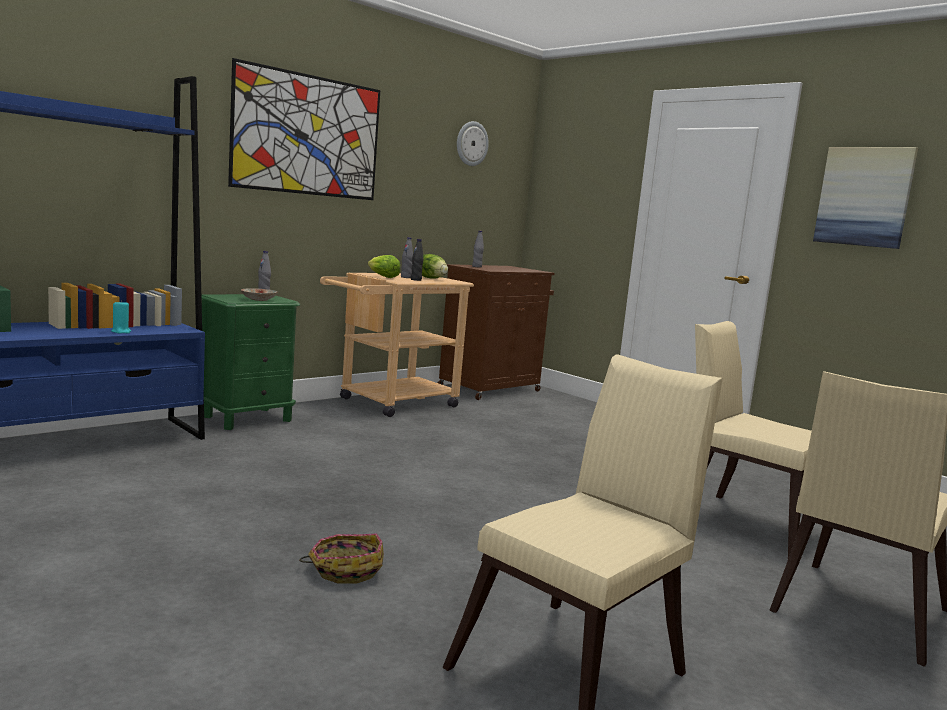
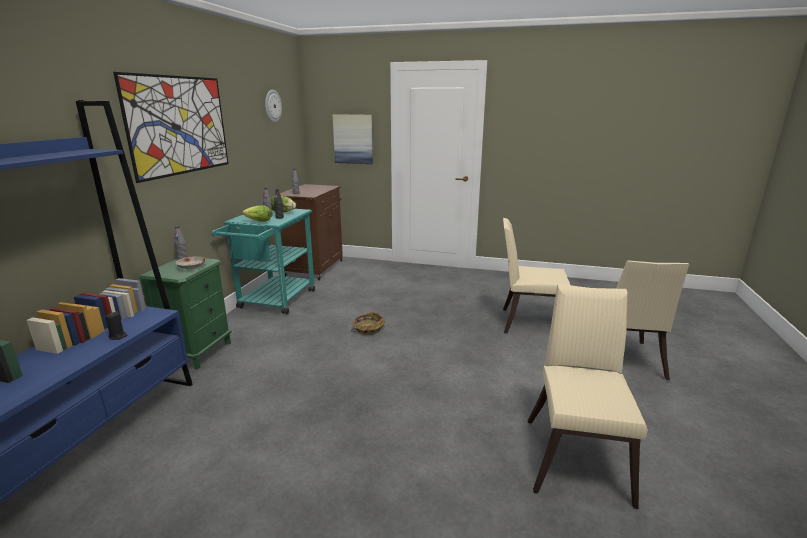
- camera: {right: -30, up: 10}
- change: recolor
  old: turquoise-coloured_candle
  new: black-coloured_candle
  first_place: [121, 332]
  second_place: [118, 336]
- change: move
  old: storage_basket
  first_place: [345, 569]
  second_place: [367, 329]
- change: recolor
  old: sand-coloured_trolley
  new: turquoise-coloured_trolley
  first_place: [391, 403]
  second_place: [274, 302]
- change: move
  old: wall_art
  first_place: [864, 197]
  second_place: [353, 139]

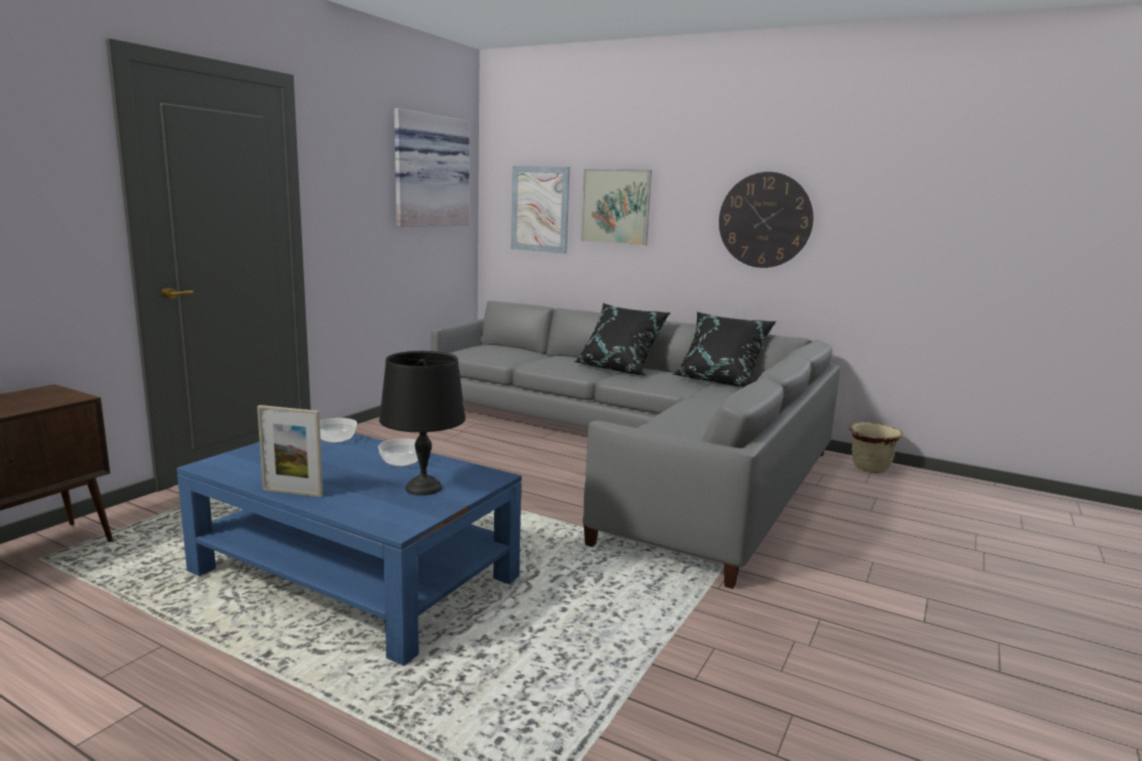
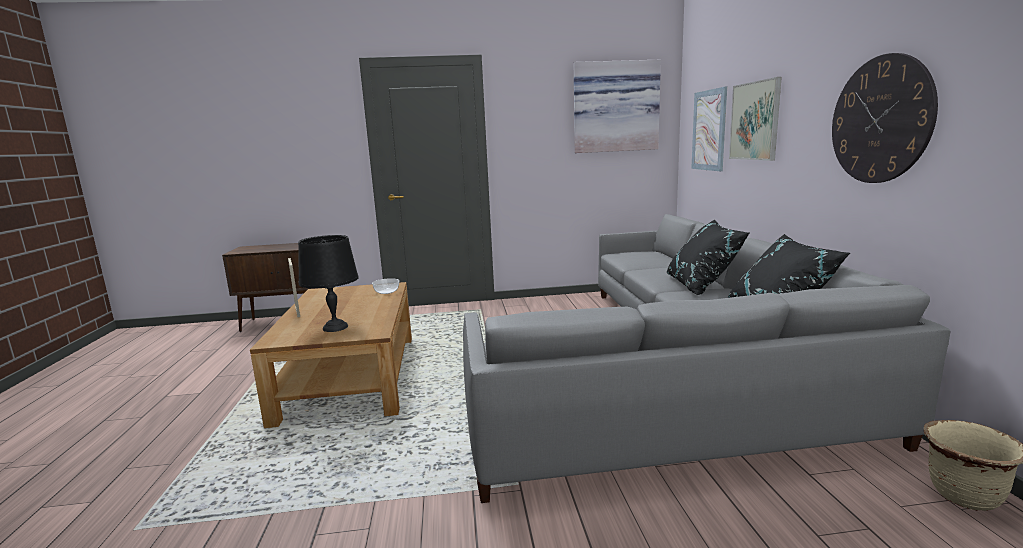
- camera: {right: 55, up: 0}
- change: recolor
  old: blue_coffee_table
  new: brown-coloured_coffee_table
  first_place: [355, 574]
  second_place: [350, 376]
- change: delete
  old: deep_dish
  first_place: [401, 462]

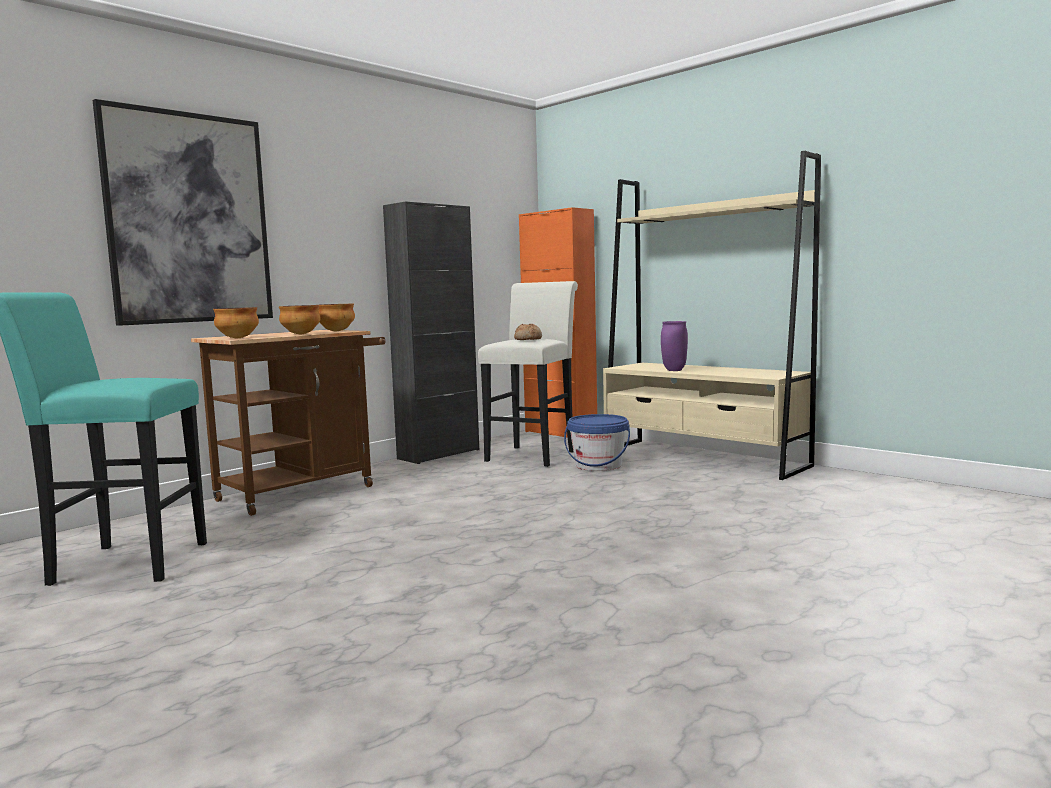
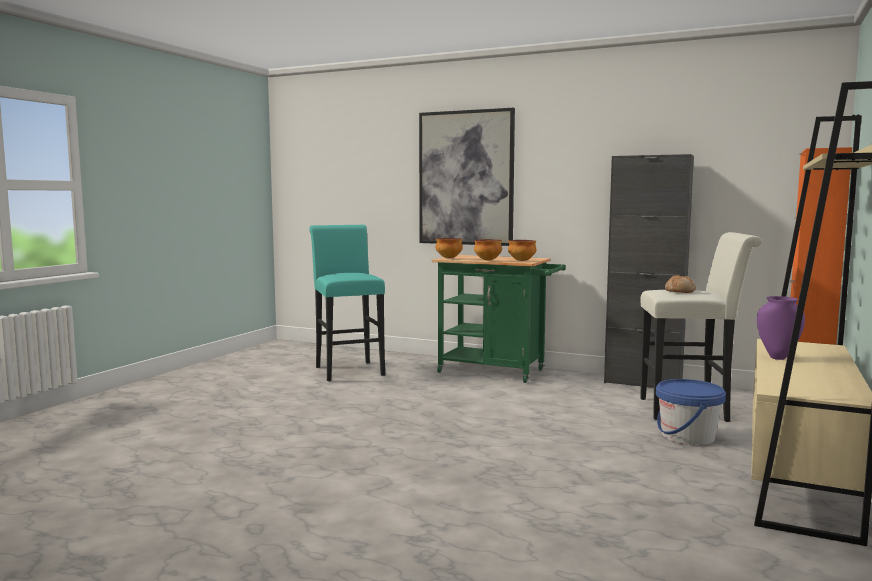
- camera: {right: 70, up: 0}
- change: recolor
  old: brown-coloured_trolley
  new: green_trolley
  first_place: [304, 491]
  second_place: [497, 372]

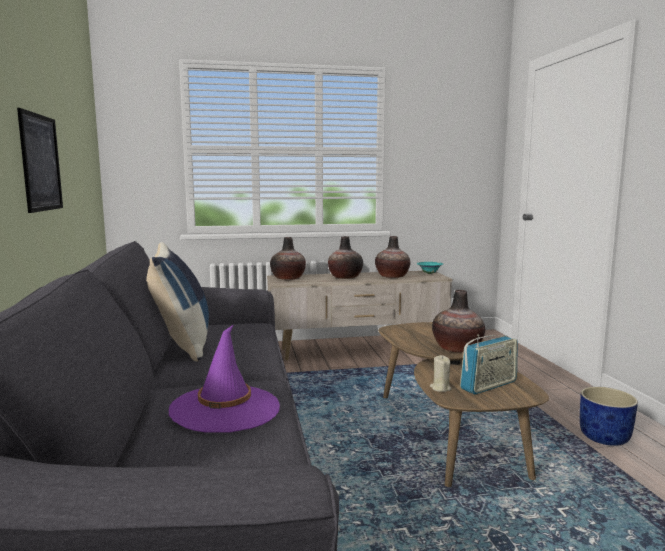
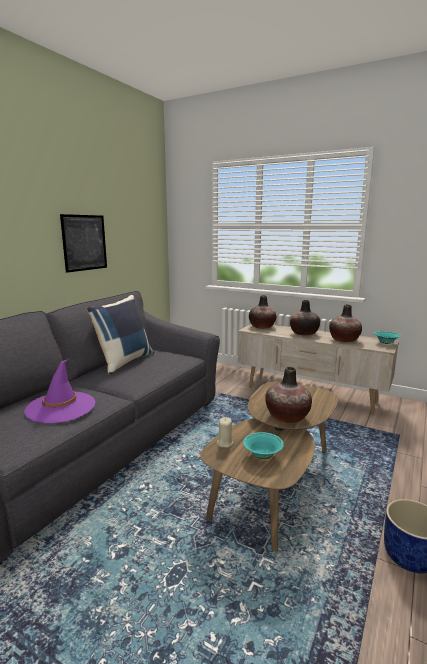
- camera: {right: 40, up: 5}
- change: replace
  old: radio_set
  new: turquoise-coloured_deep_dish
  first_place: [489, 385]
  second_place: [262, 456]

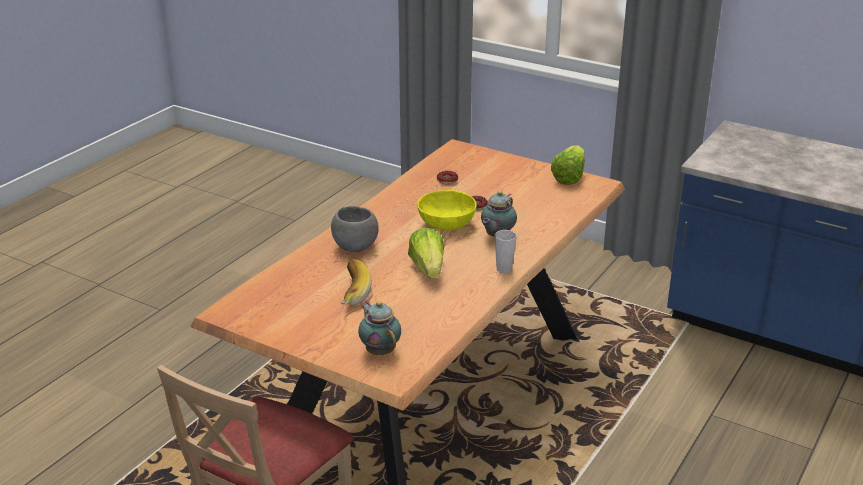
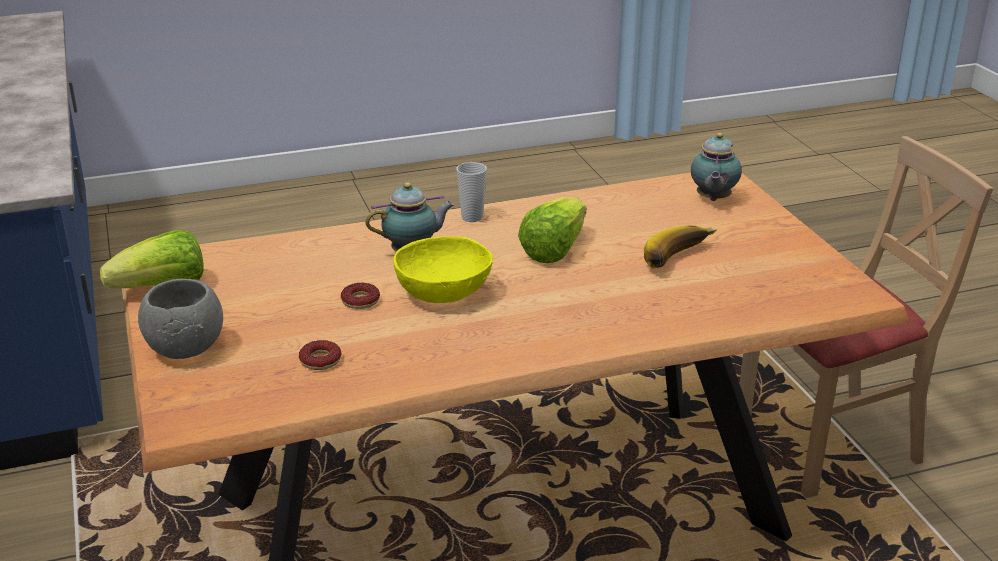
- camera: {right: -140, up: 0}
- change: move
  old: grey_deep_dish
  first_place: [355, 247]
  second_place: [186, 348]

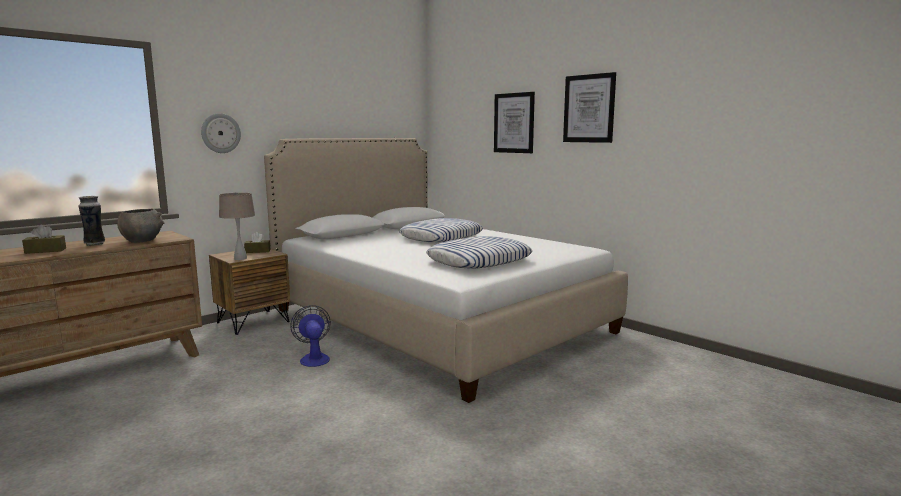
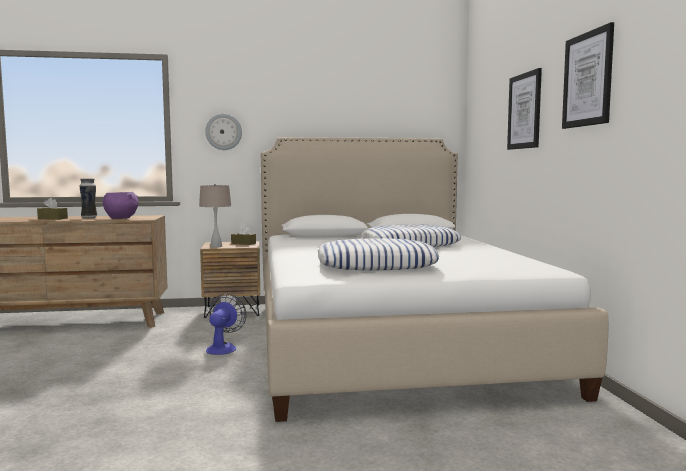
- camera: {right: 35, up: -5}
- change: recolor
  old: grey_deep_dish
  new: purplish_deep_dish
  first_place: [142, 241]
  second_place: [121, 218]

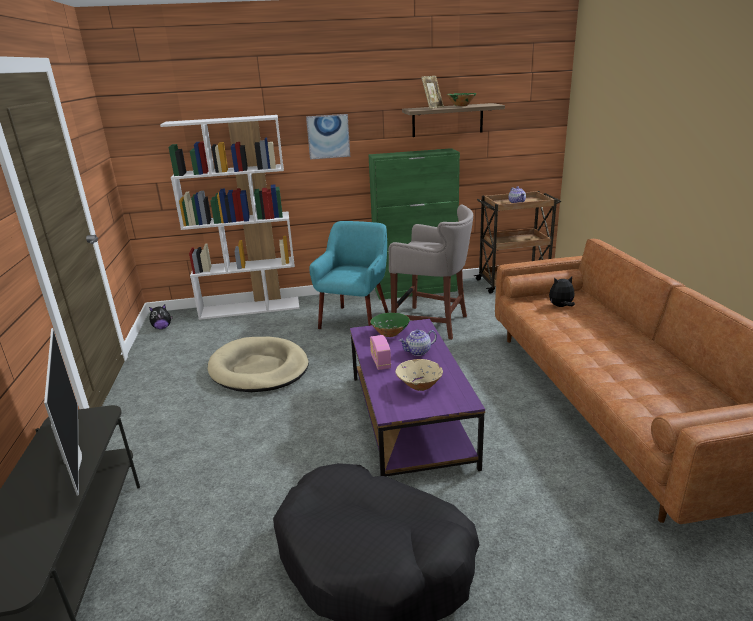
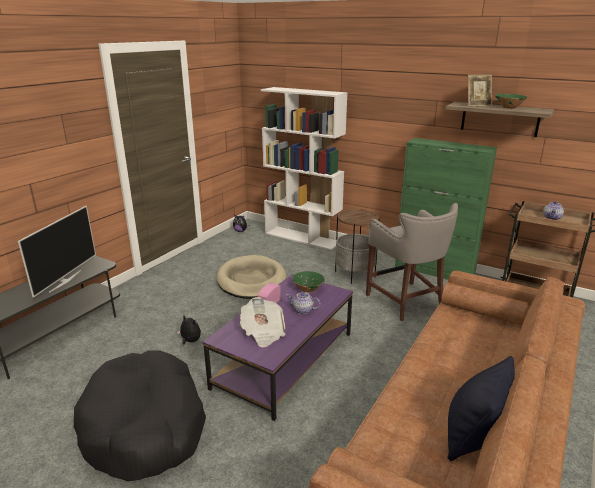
- camera: {right: 40, up: 0}
- change: delete
  old: wall_art
  first_place: [328, 136]
- change: replace
  old: turquoise-coloured_armchair
  new: side_table
  first_place: [355, 320]
  second_place: [354, 274]
- change: replace
  old: sand-coloured_deep_dish
  new: daily_paper
  first_place: [419, 385]
  second_place: [263, 332]
- change: move
  old: cuddly_toy
  first_place: [561, 306]
  second_place: [190, 341]
- change: insert
  new: black-coloured_cushion
  second_place: [473, 436]

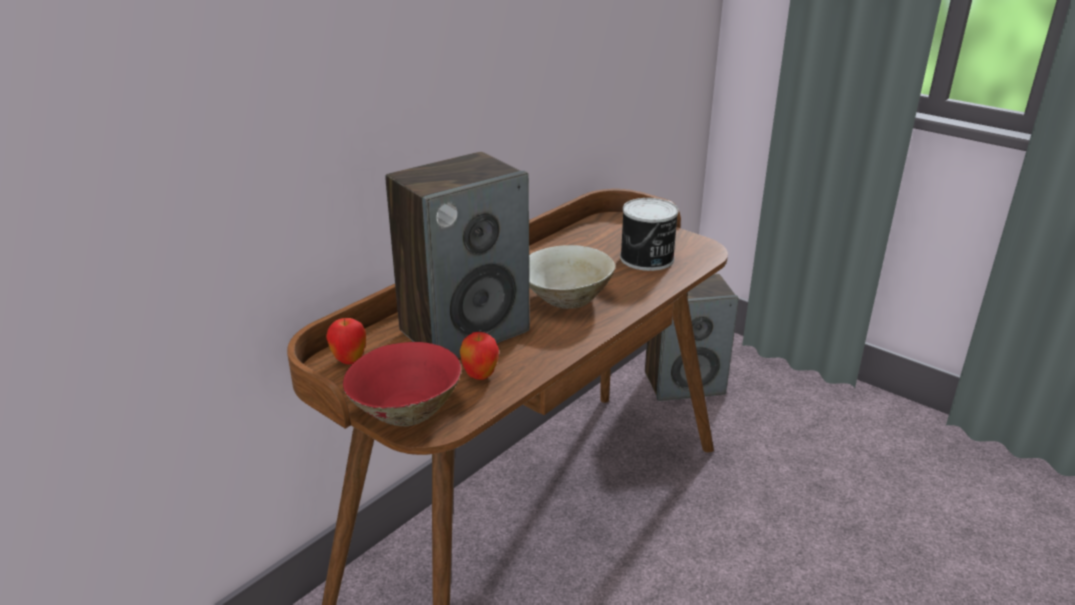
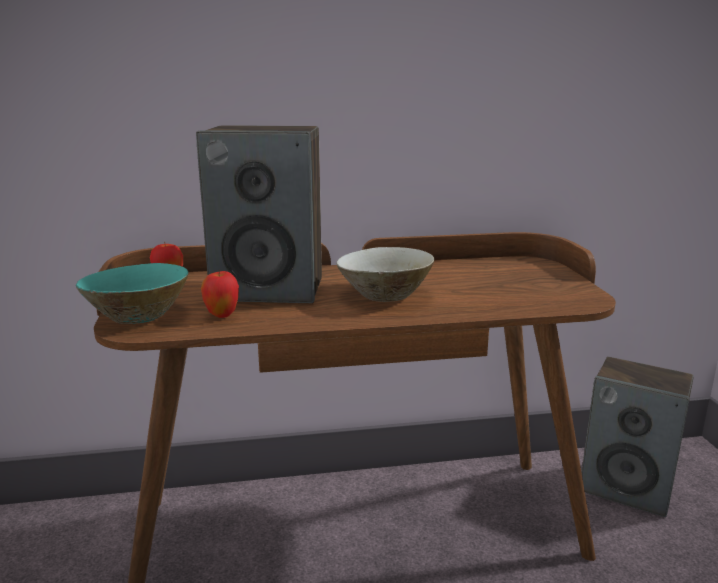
- camera: {right: 40, up: -10}
- change: recolor
  old: red_deep_dish
  new: turquoise-coloured_deep_dish
  first_place: [405, 410]
  second_place: [138, 315]
- change: delete
  old: metal_can
  first_place: [647, 259]

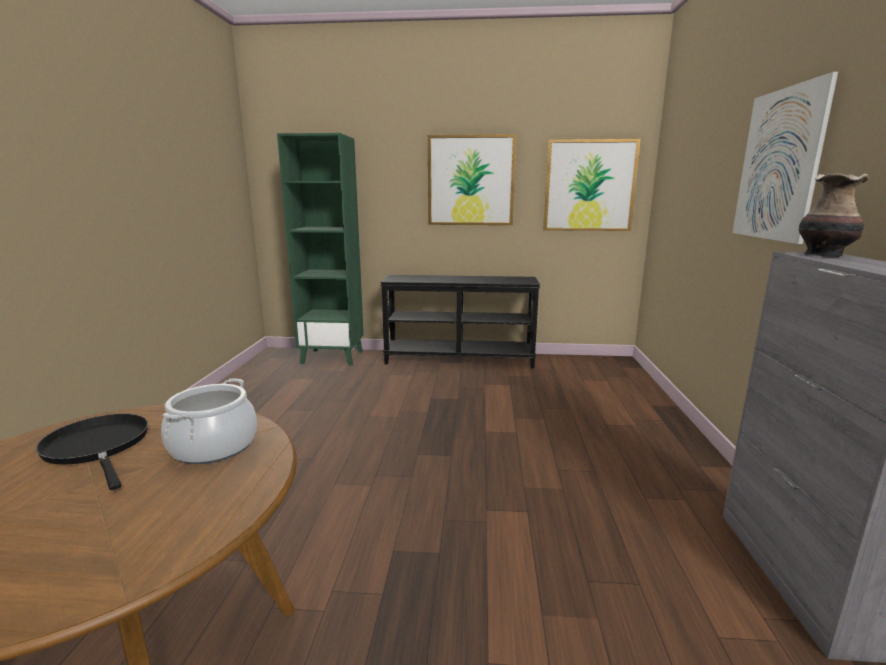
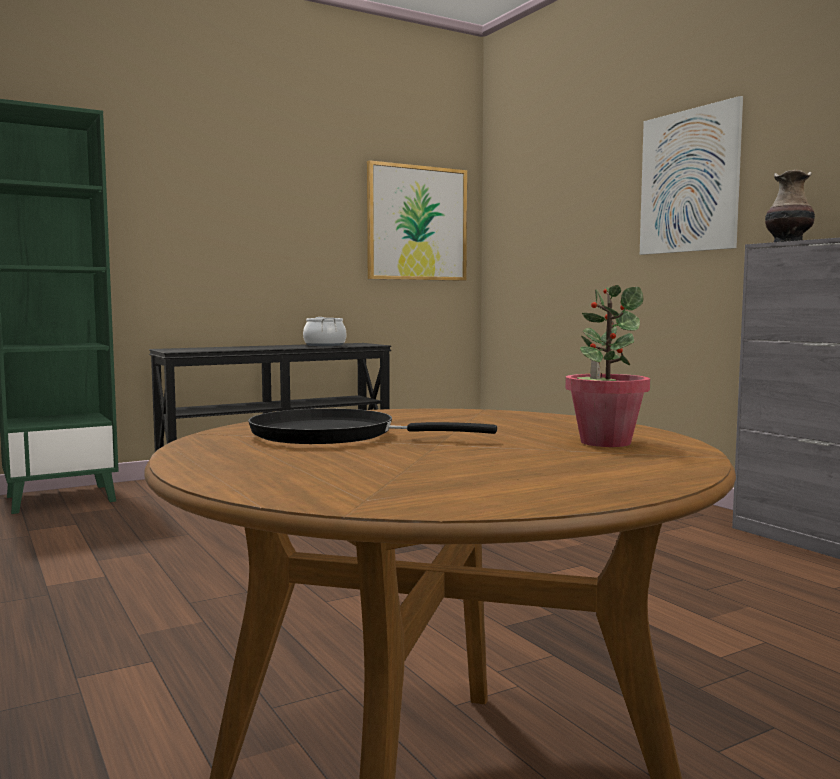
- camera: {right: -35, up: -10}
- change: move
  old: saucepot
  first_place: [213, 446]
  second_place: [324, 345]
- change: delete
  old: wall_art
  first_place: [471, 181]
- change: insert
  new: potted_plant
  second_place: [605, 442]

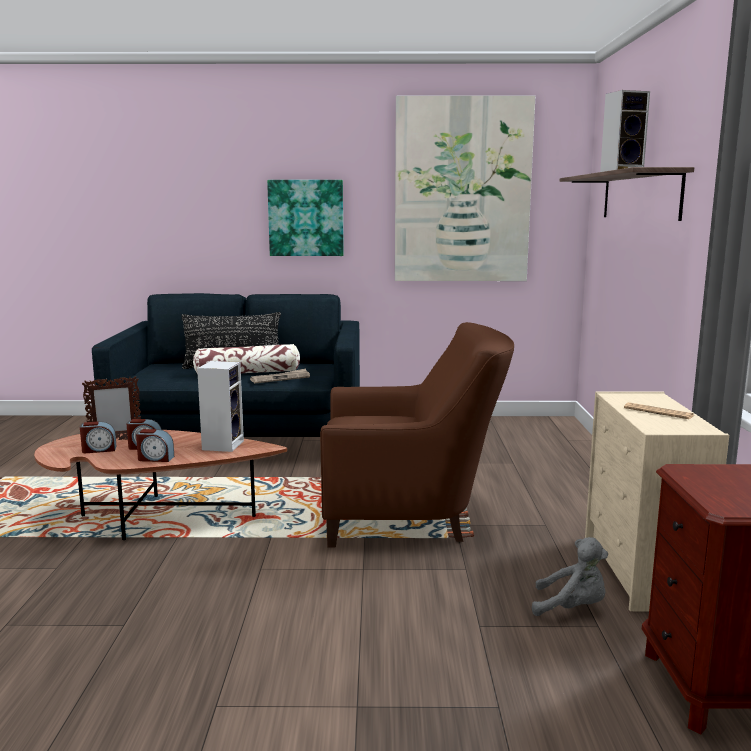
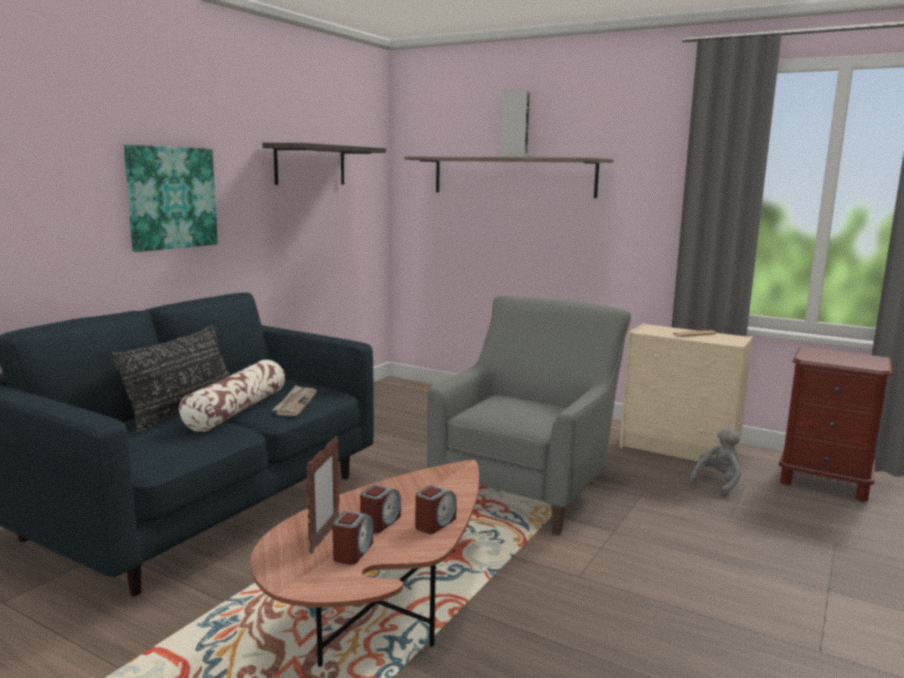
- camera: {right: -60, up: 0}
- change: delete
  old: audio_speaker
  first_place: [223, 445]
- change: recolor
  old: brown-coloured_armchair
  new: grey_armchair
  first_place: [411, 517]
  second_place: [528, 486]
- change: replace
  old: wall_art
  new: shelf
  first_place: [462, 191]
  second_place: [310, 165]

